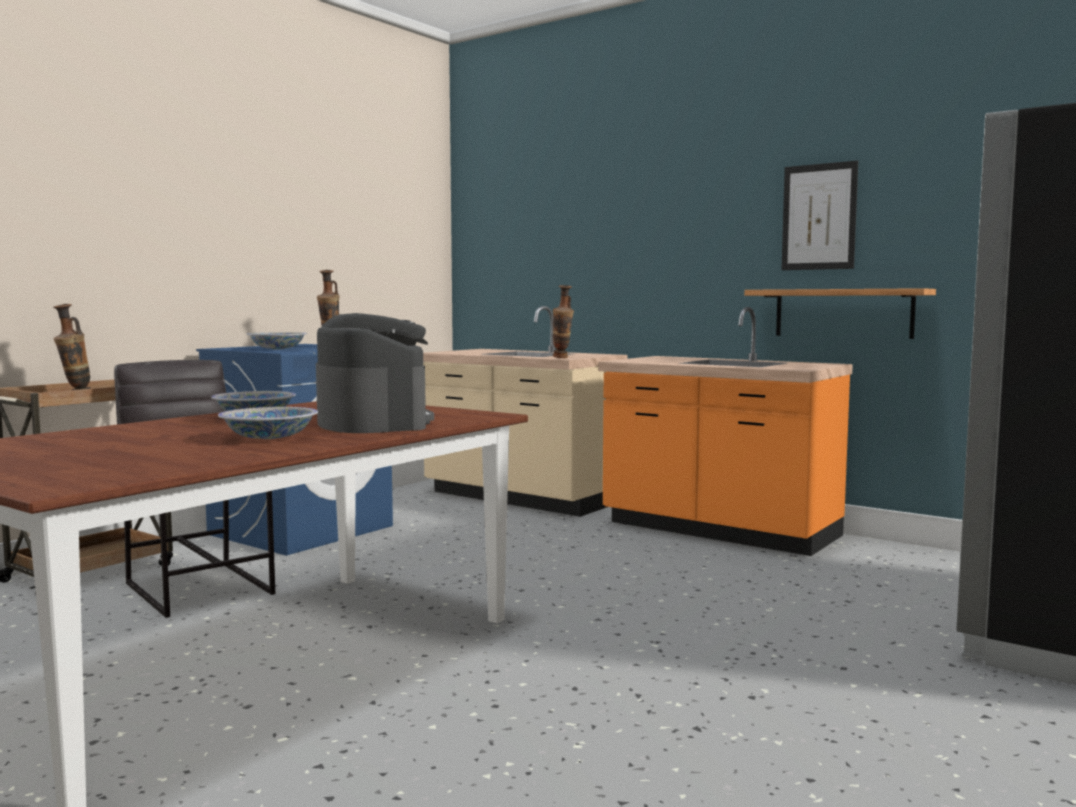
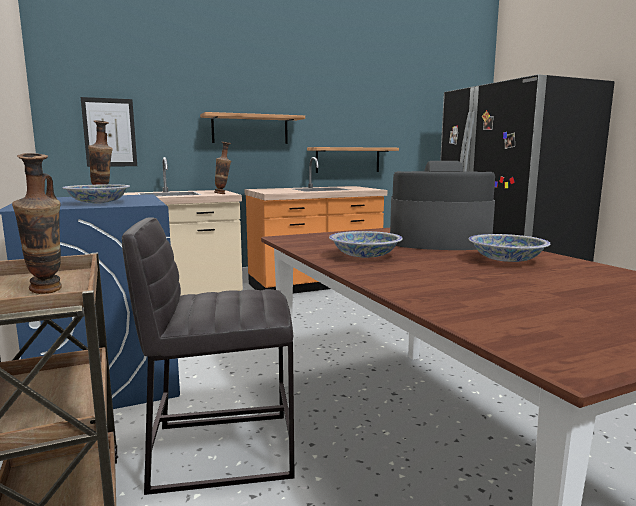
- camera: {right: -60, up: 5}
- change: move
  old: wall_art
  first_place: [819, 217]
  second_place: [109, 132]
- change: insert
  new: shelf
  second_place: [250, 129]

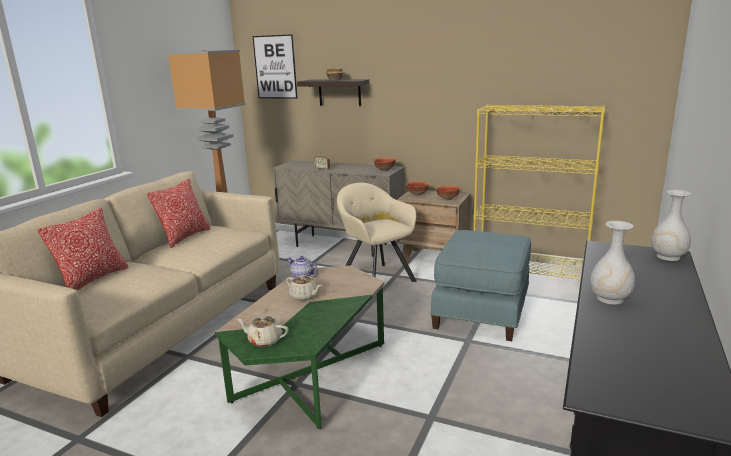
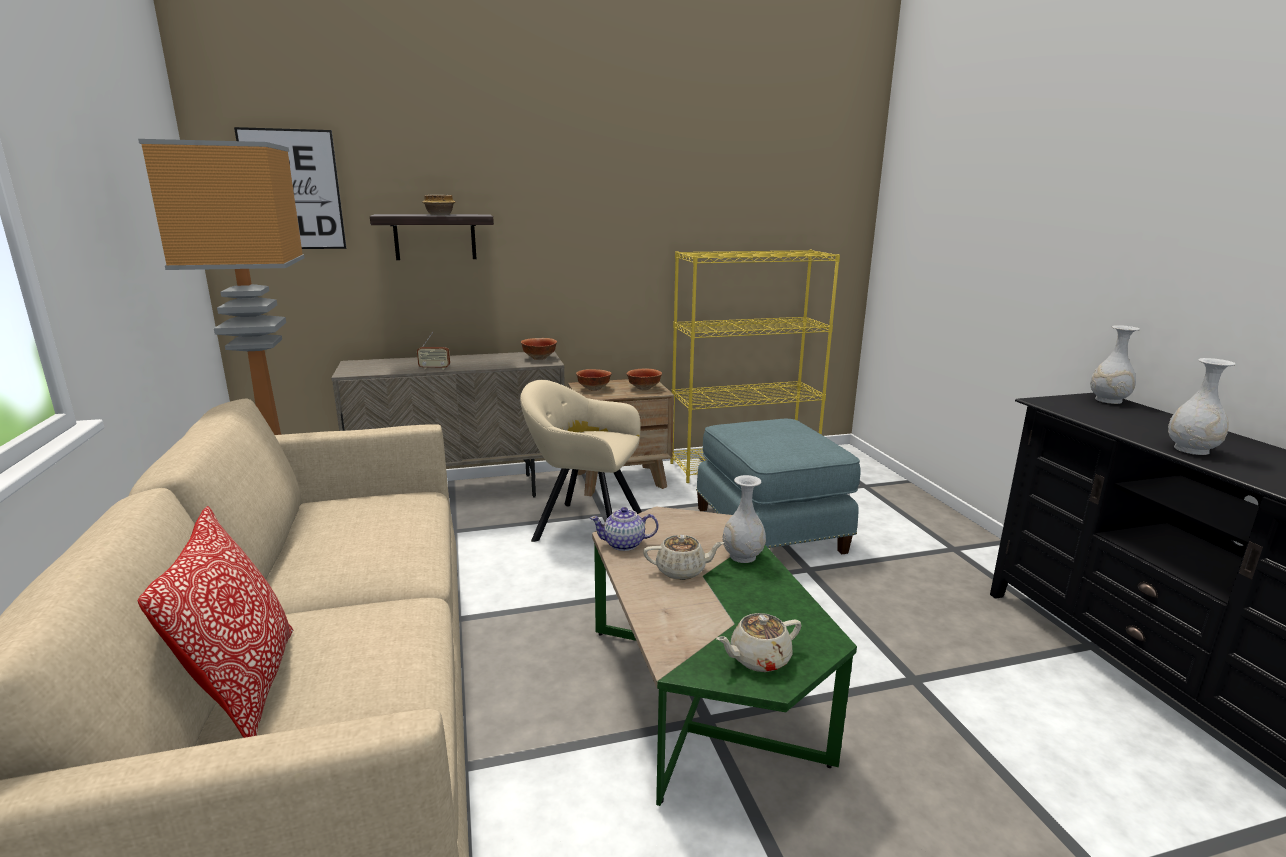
- camera: {right: -40, up: 0}
- change: delete
  old: cushion
  first_place: [185, 237]
- change: insert
  new: white_decorative_vase
  second_place: [743, 556]

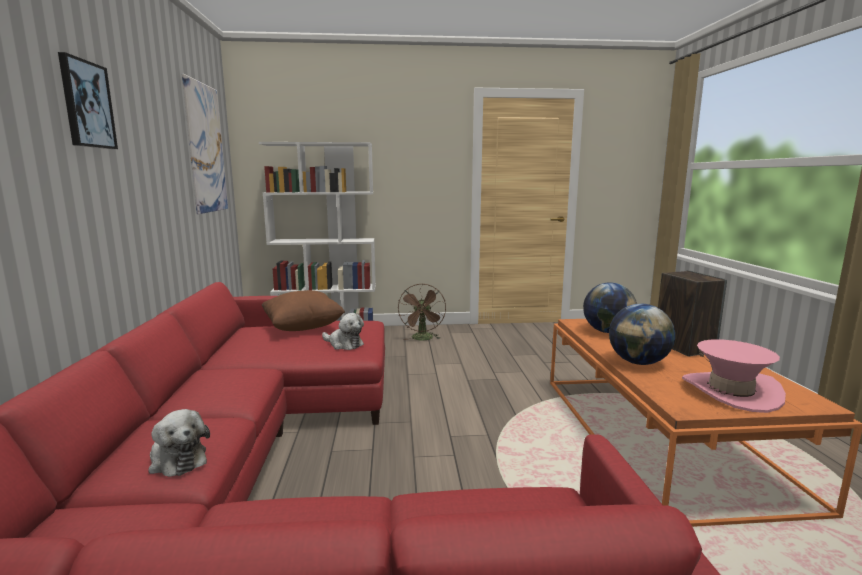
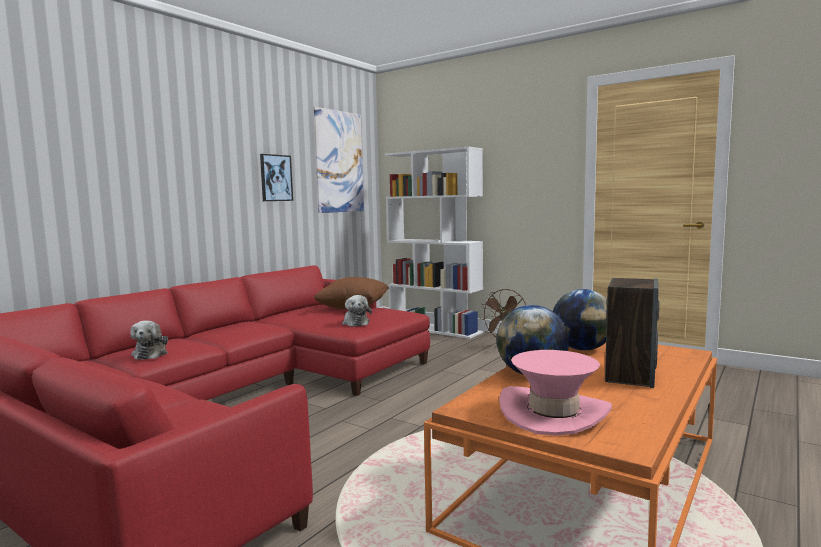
- camera: {right: 40, up: -5}
- change: move
  old: wall_art
  first_place: [86, 104]
  second_place: [275, 178]

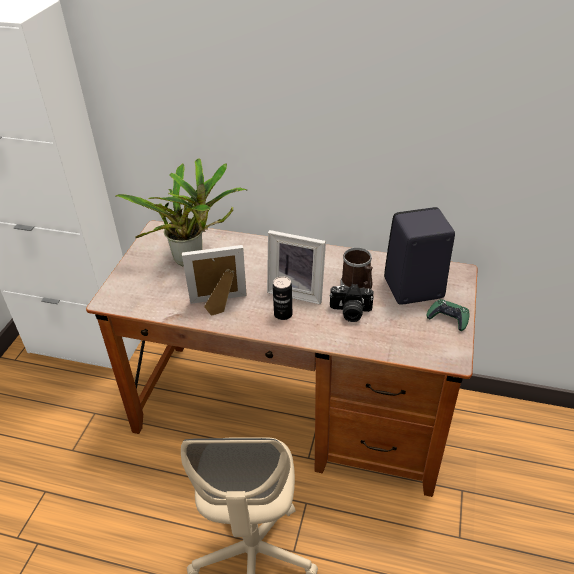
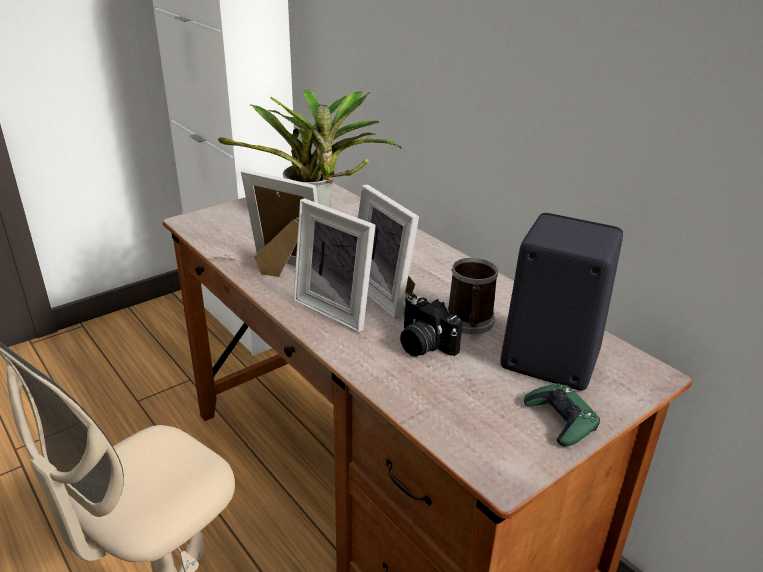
- camera: {right: 35, up: -10}
- change: replace
  old: metal_can
  new: standing_frame
  first_place: [283, 314]
  second_place: [338, 308]

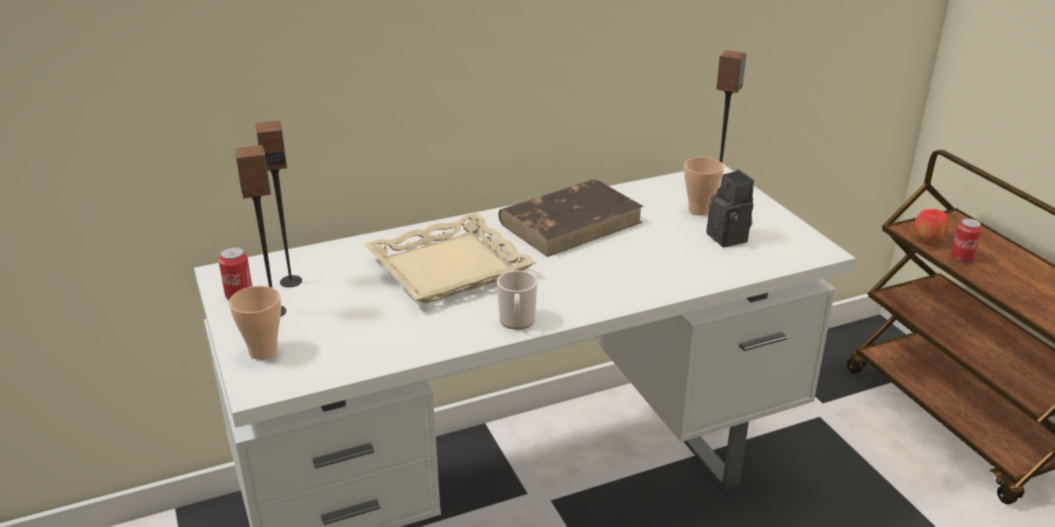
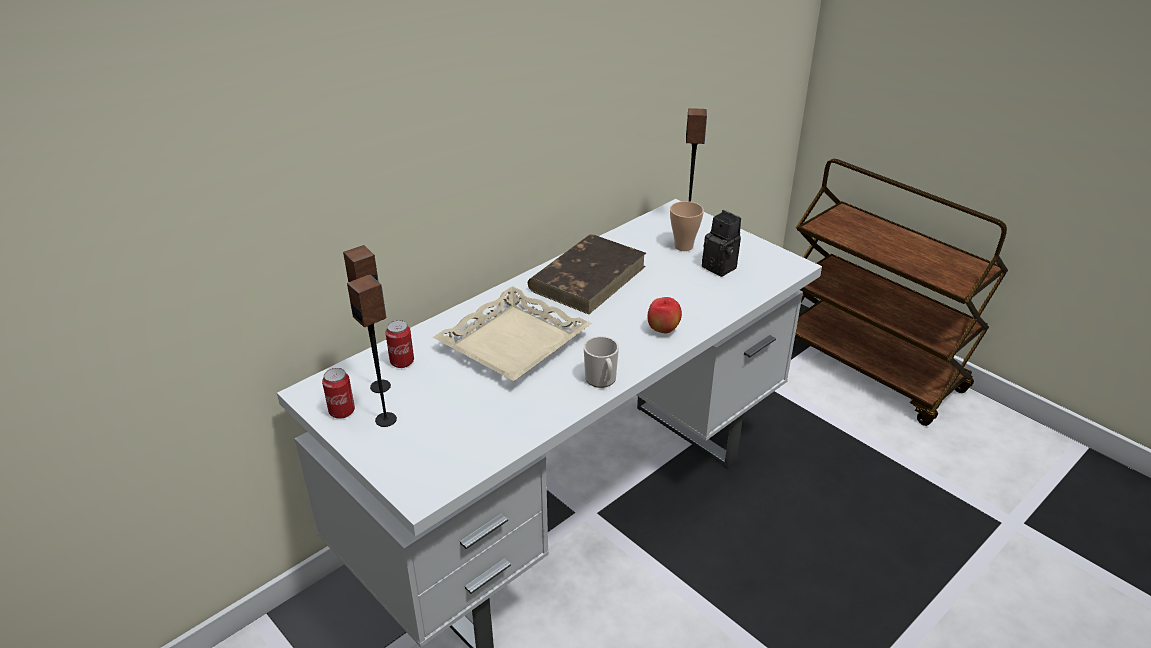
- camera: {right: -20, up: 5}
- change: delete
  old: small_cup
  first_place: [263, 351]
- change: move
  old: apple
  first_place: [927, 240]
  second_place: [663, 330]
- change: move
  old: metal_can
  first_place: [961, 258]
  second_place: [402, 362]

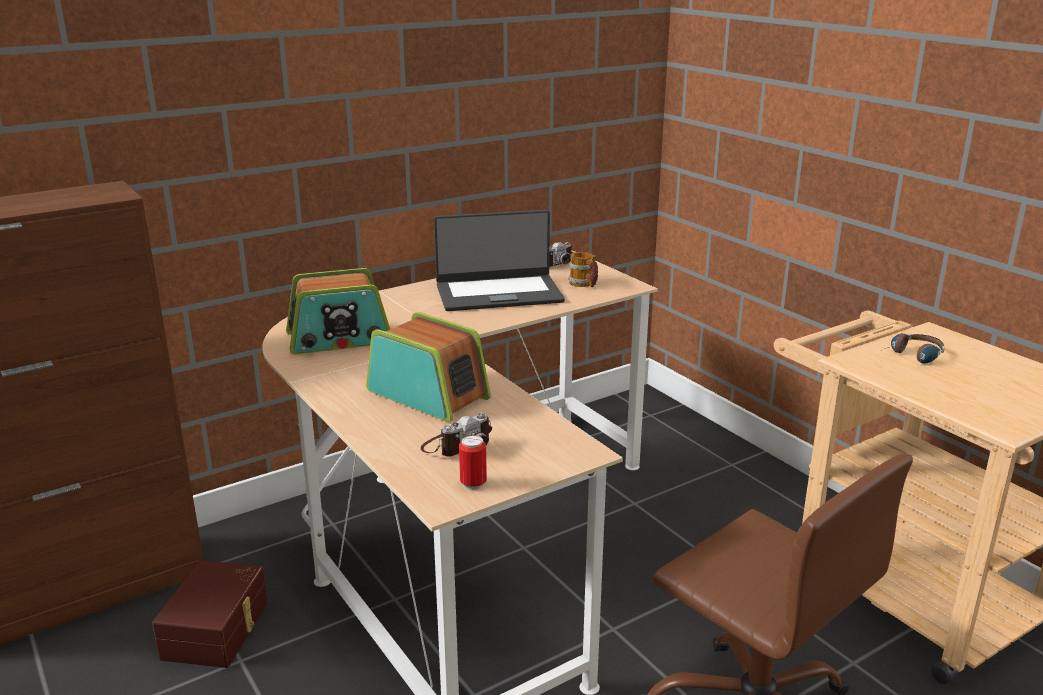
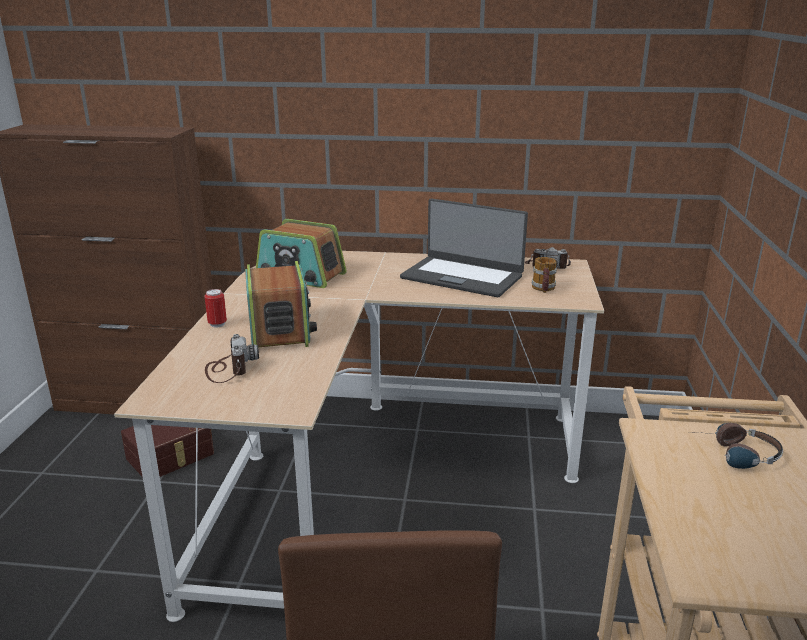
- camera: {right: 40, up: 0}
- change: rotate
  old: photo_camera
  first_place: [457, 445]
  second_place: [229, 369]
  degrees: -105
- change: move
  old: metal_can
  first_place: [473, 484]
  second_place: [217, 324]

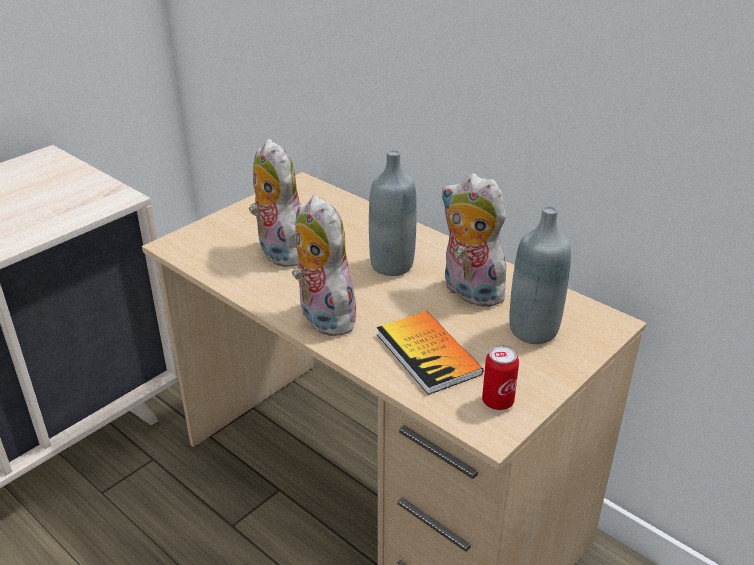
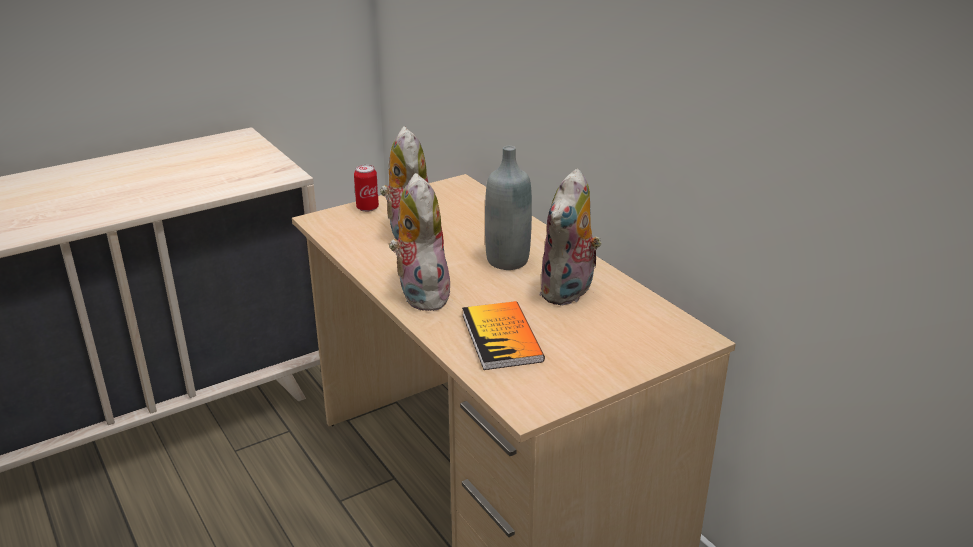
- camera: {right: 15, up: -5}
- change: rotate
  old: cuddly_toy
  first_place: [468, 292]
  second_place: [569, 293]
  degrees: -120
- change: move
  old: metal_can
  first_place: [497, 401]
  second_place: [367, 208]
- change: delete
  old: grey_beverage_bottle
  first_place: [533, 330]

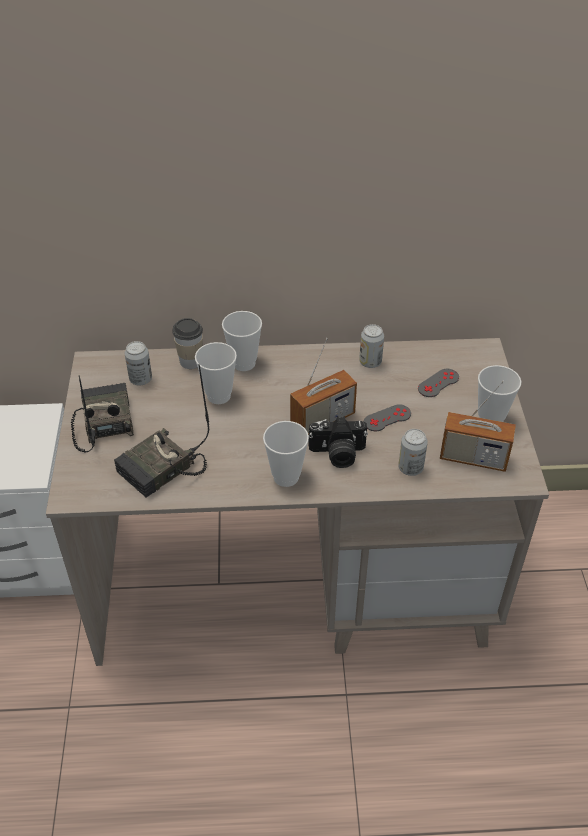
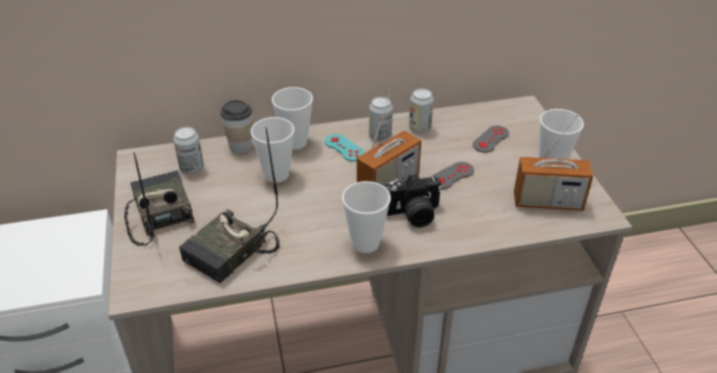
- camera: {right: -10, up: -5}
- change: move
  old: metal_can
  first_place: [410, 468]
  second_place: [380, 137]
- change: insert
  new: turquoise-coloured_game_controller
  second_place: [344, 148]

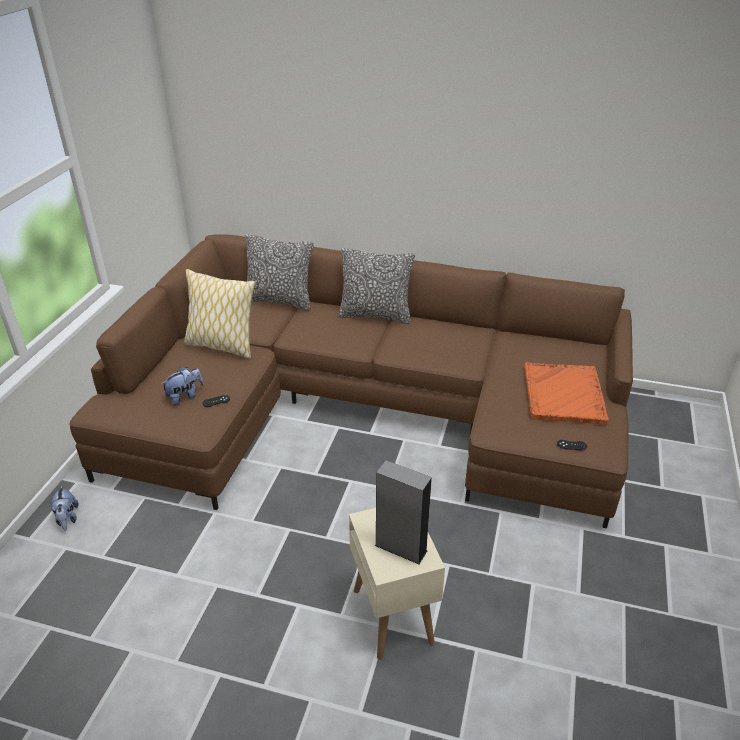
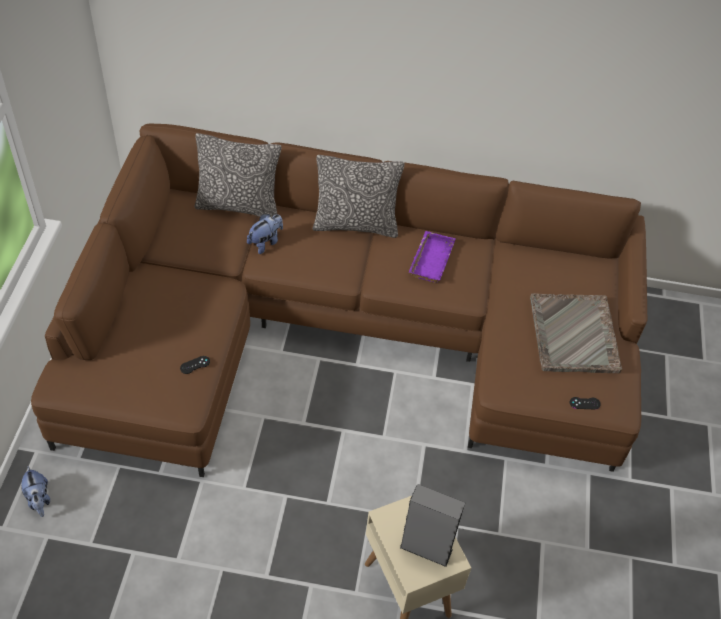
- camera: {right: -10, up: 15}
- change: move
  old: cuddly_toy
  first_place: [185, 396]
  second_place: [265, 242]
- change: delete
  old: cushion
  first_place: [222, 345]
- change: recolor
  old: orange-coloured_tray
  new: grey_tray
  first_place: [563, 395]
  second_place: [574, 335]
- change: insert
  new: purplish_tray
  second_place: [430, 259]

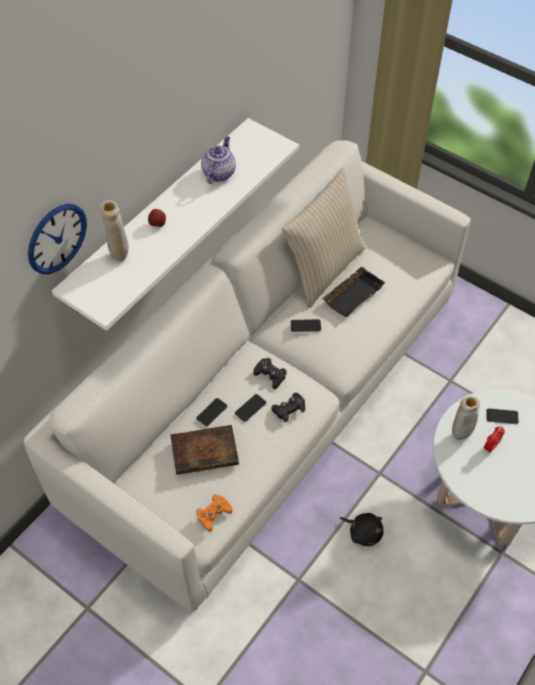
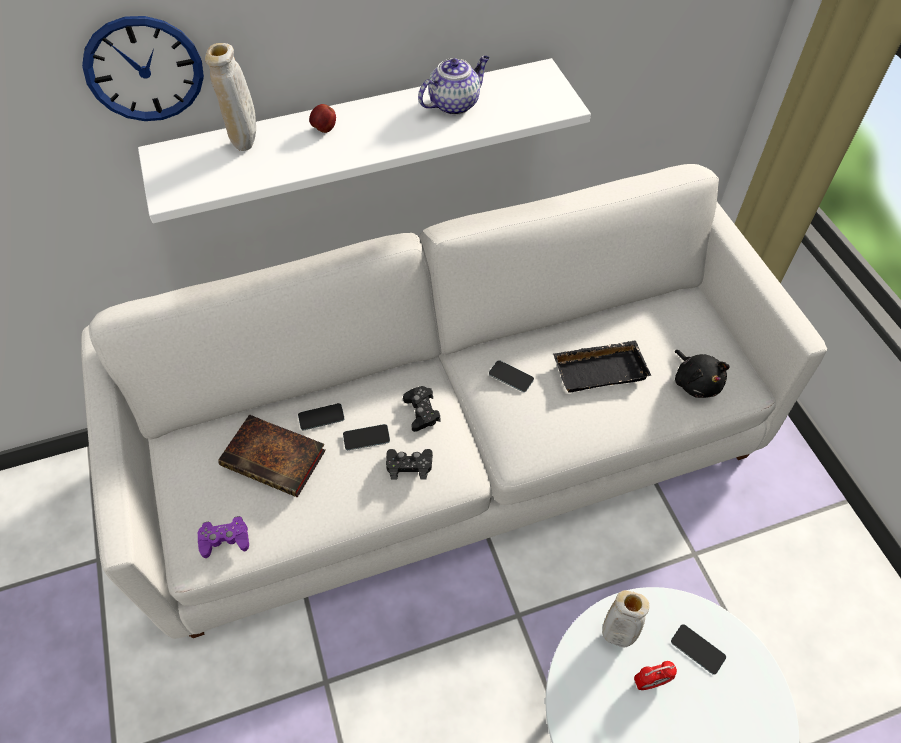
- camera: {right: 35, up: 0}
- change: recolor
  old: orange-coloured_game_controller
  new: purplish_game_controller
  first_place: [213, 514]
  second_place: [225, 539]
- change: delete
  old: sand-coloured_cushion
  first_place: [323, 269]
- change: move
  old: black-coloured_cuddly_toy
  first_place: [363, 532]
  second_place: [696, 382]

